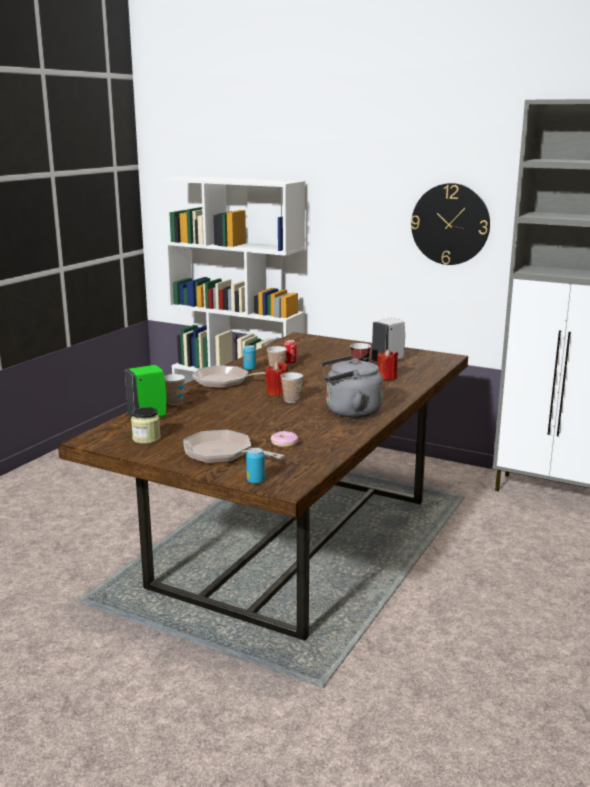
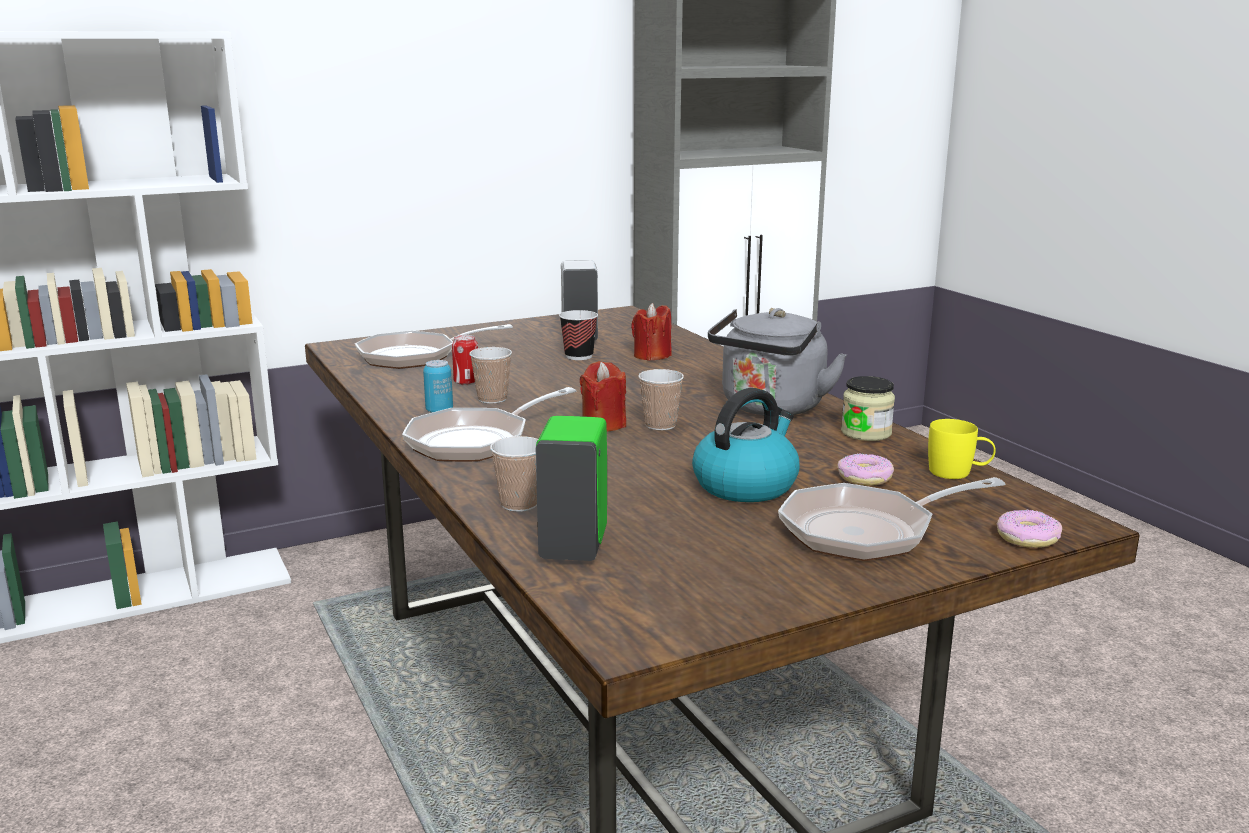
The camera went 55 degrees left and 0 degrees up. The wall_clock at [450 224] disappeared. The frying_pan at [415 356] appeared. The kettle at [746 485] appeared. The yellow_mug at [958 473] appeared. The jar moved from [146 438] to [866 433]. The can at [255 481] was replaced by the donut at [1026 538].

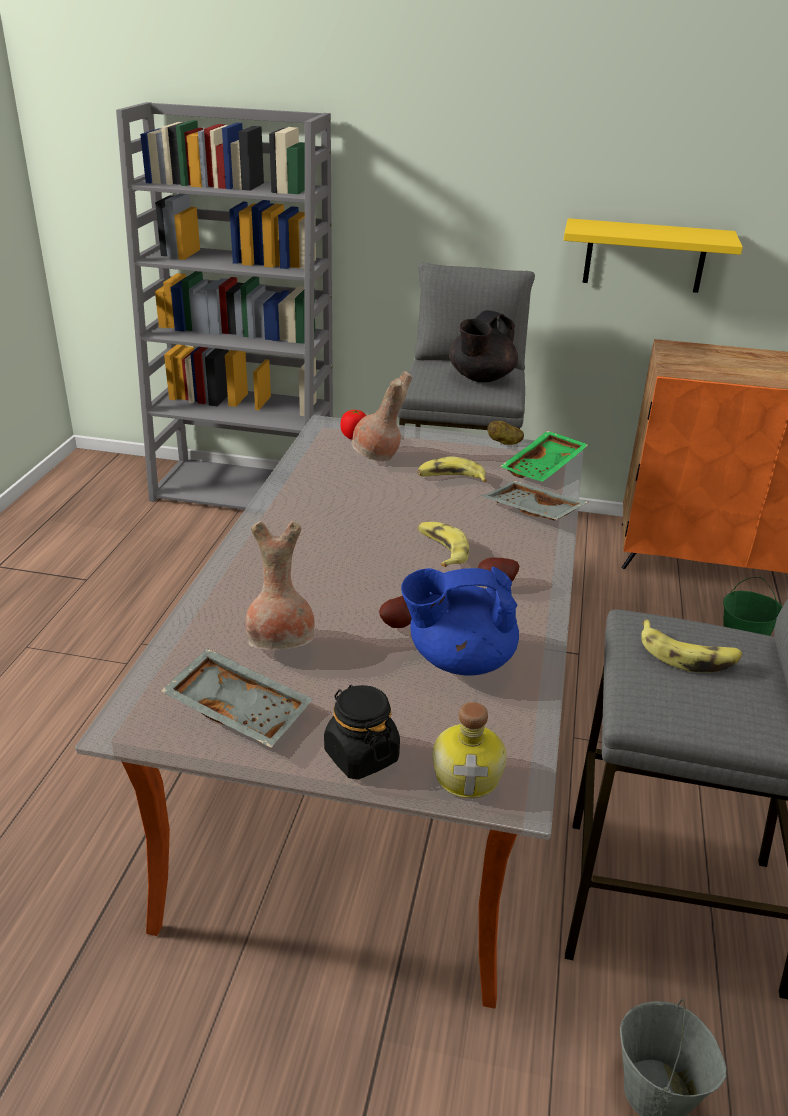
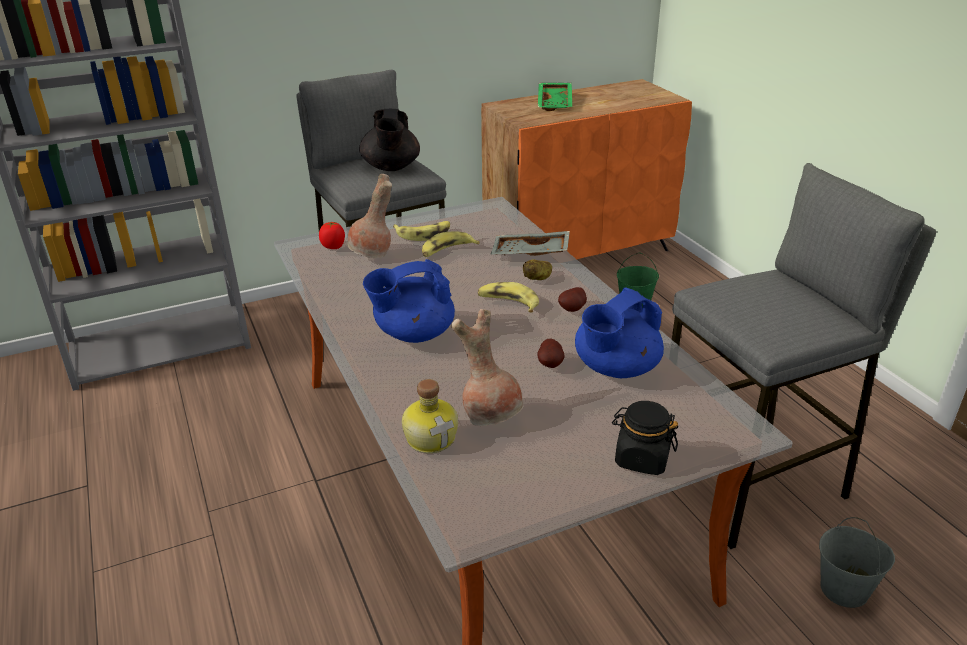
The camera went 35 degrees left and 0 degrees up. The grey_tray at [240 708] disappeared. The yellow_shelf at [645 256] disappeared. The blue_teapot at [413 334] appeared. The bottle moved from [469 775] to [431 437]. The potato moved from [504 442] to [538 278]. The green_tray moved from [545 467] to [556 103]. The banana moved from [688 655] to [424 234].

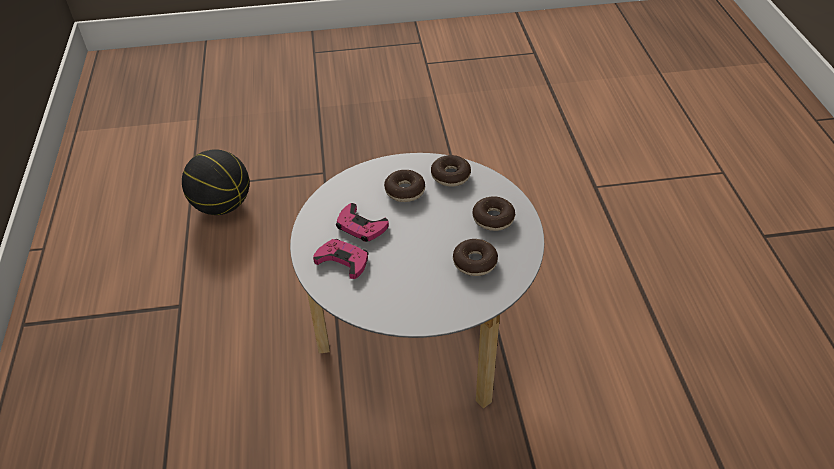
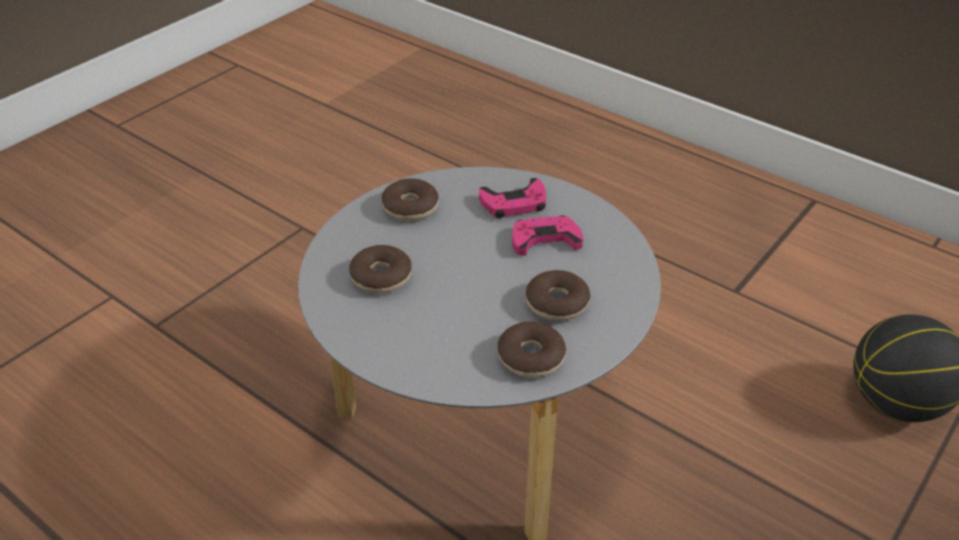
The camera went 135 degrees right and 5 degrees down. The donut moved from [493 218] to [410 207].

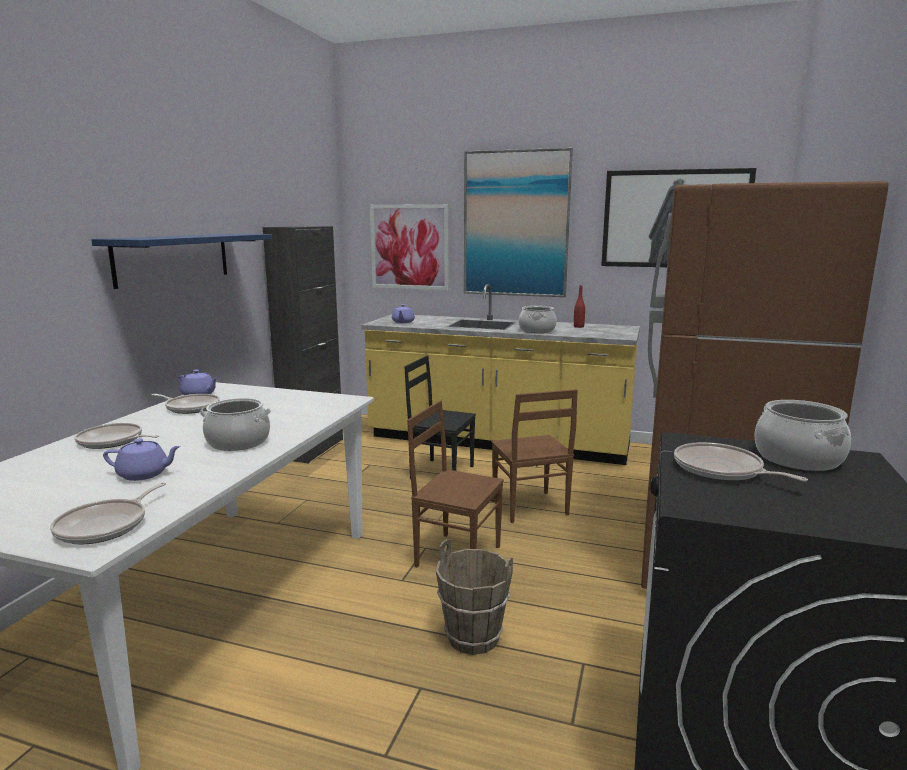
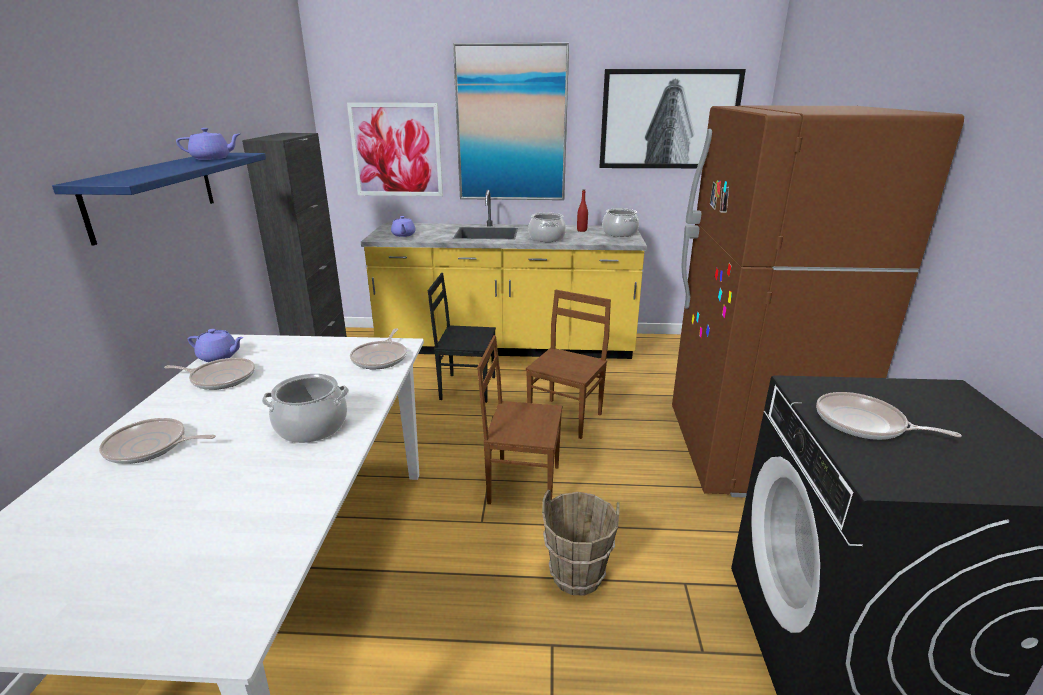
The camera went 15 degrees left and 10 degrees up. The frying_pan moved from [106 526] to [381 358]. The purple_teapot moved from [144 474] to [212 158]. The cooking_pot moved from [798 458] to [620 233]. The brown_chair at [529 507] turned 120 degrees counterclockwise.

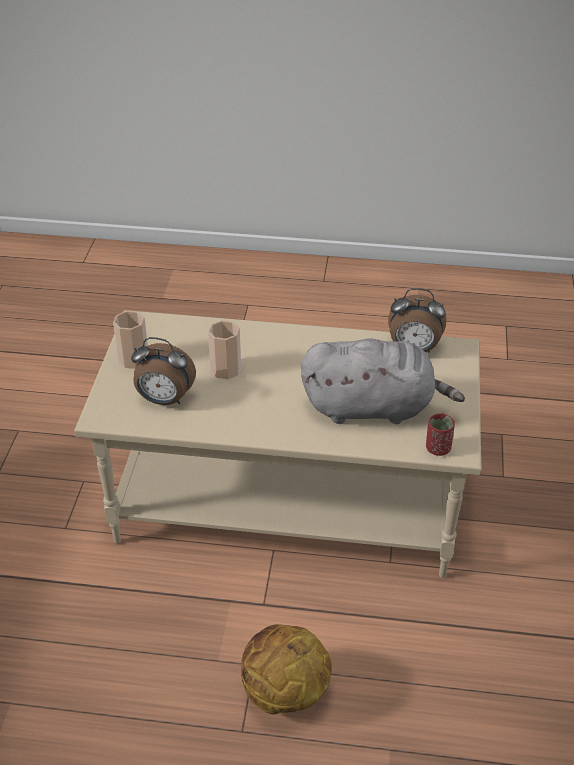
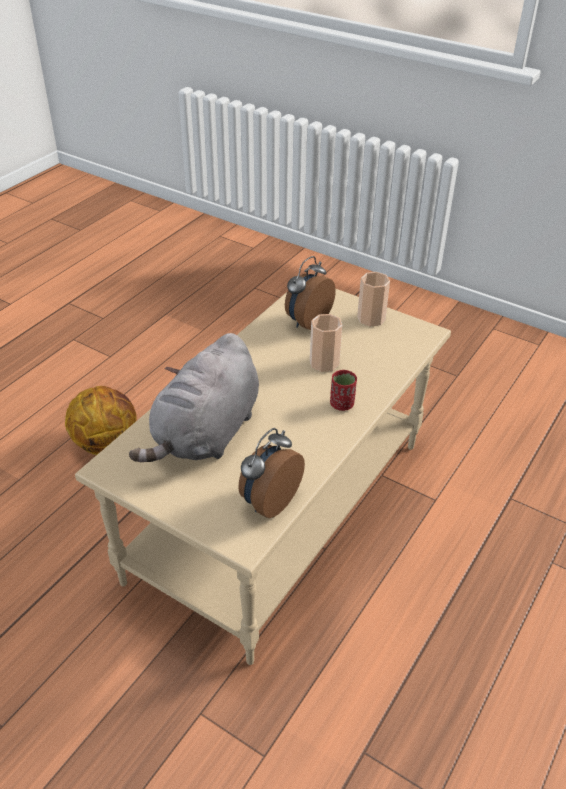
The camera went 115 degrees right and 0 degrees up. The red_cup moved from [438 448] to [342 404].

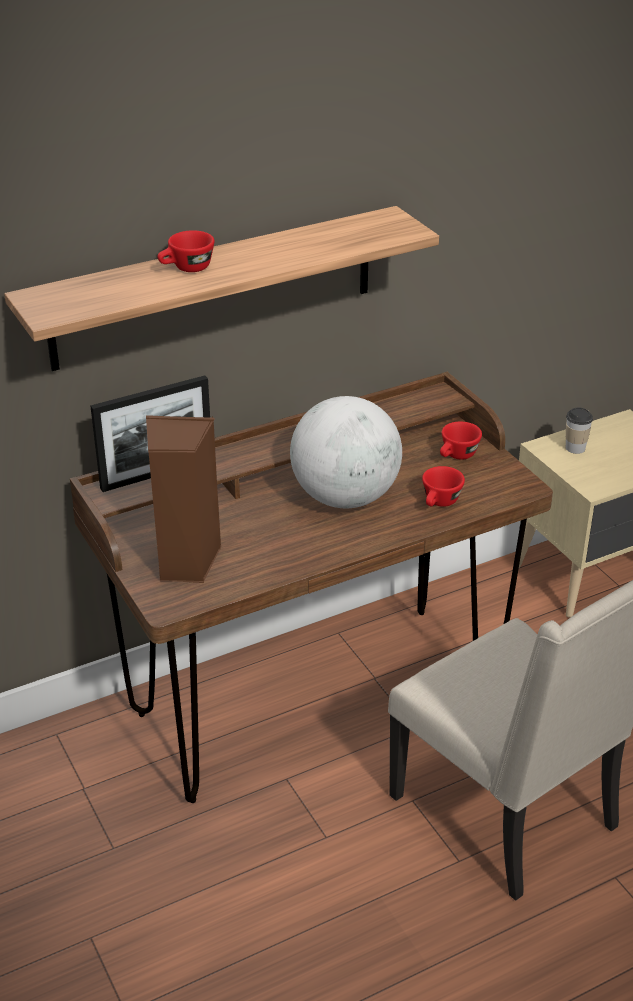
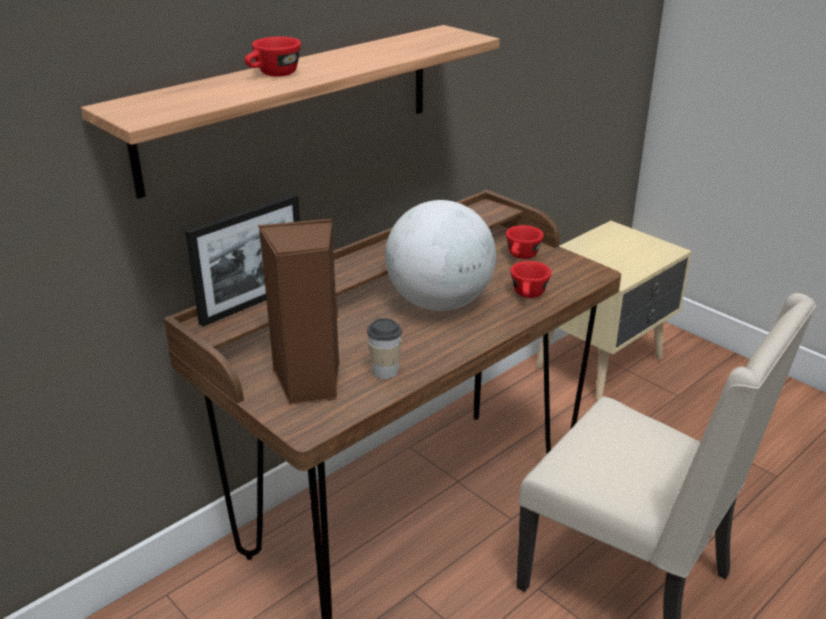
The camera went 15 degrees left and 5 degrees down. The cup moved from [575 448] to [385 371].

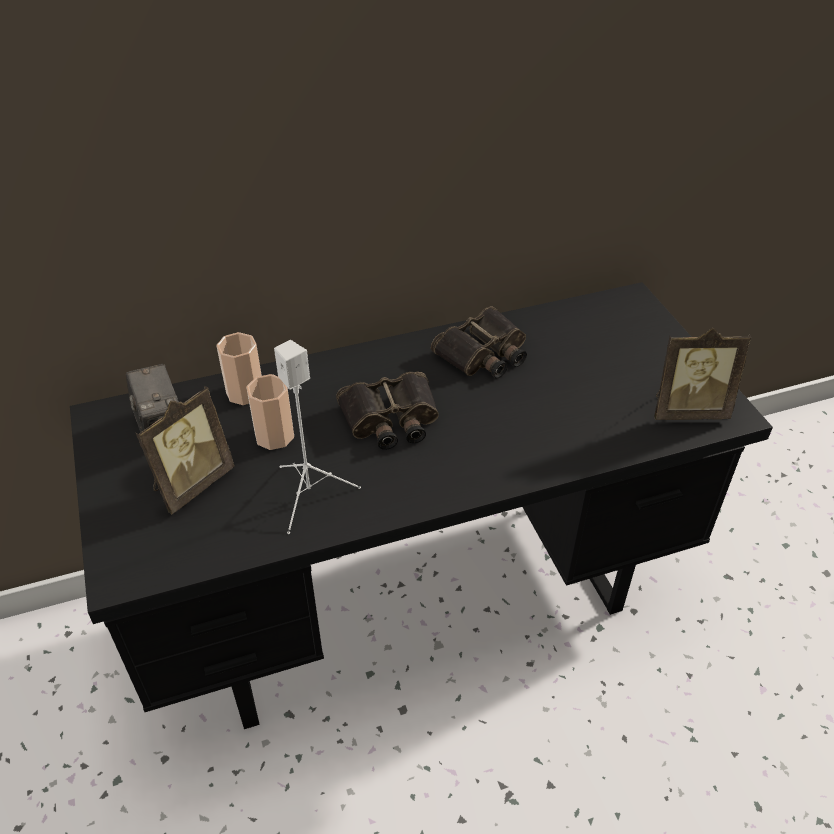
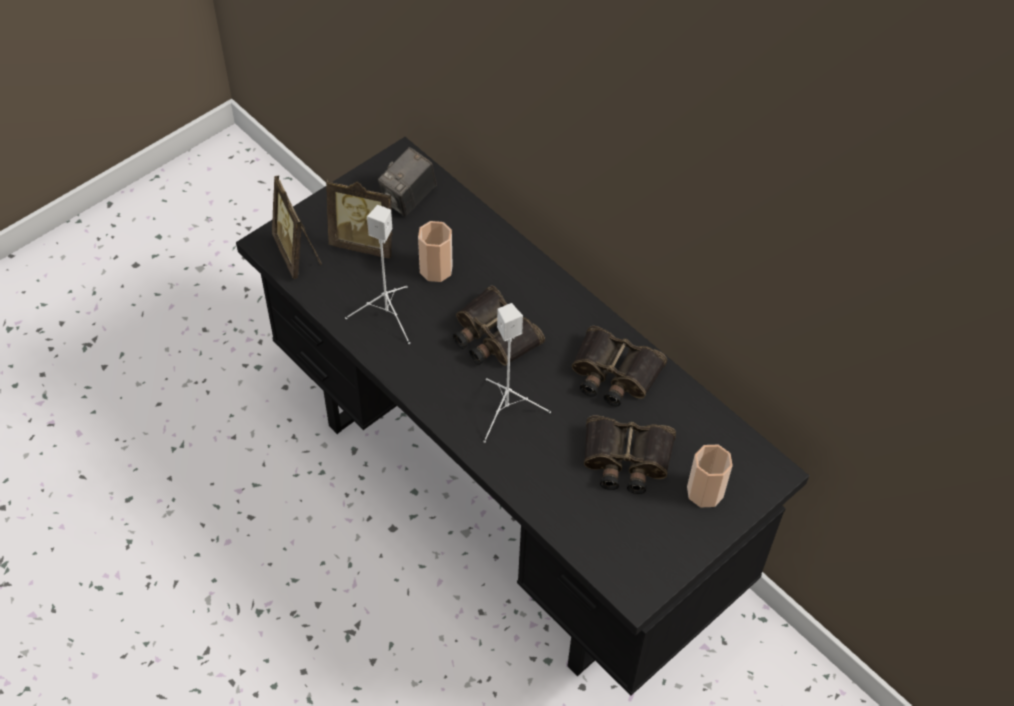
The camera went 65 degrees right and 10 degrees up. The white_speaker at [508 410] appeared. The binoculars at [625 460] appeared. The cup moved from [245 392] to [705 492]. The picture_frame moved from [687 410] to [298 254].

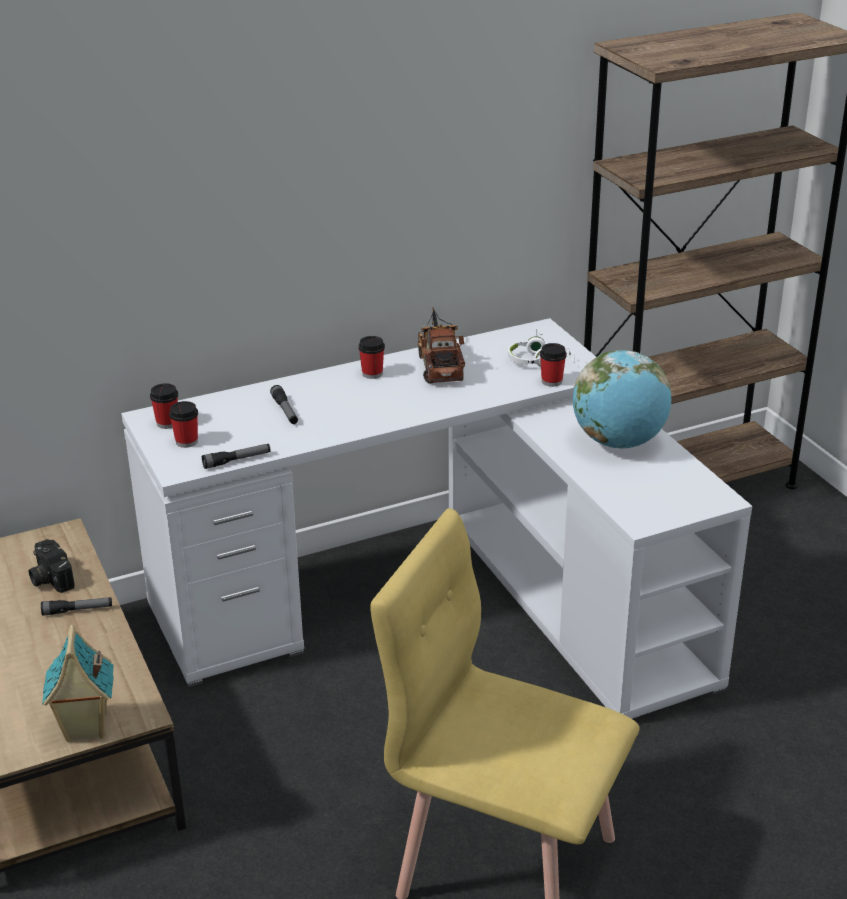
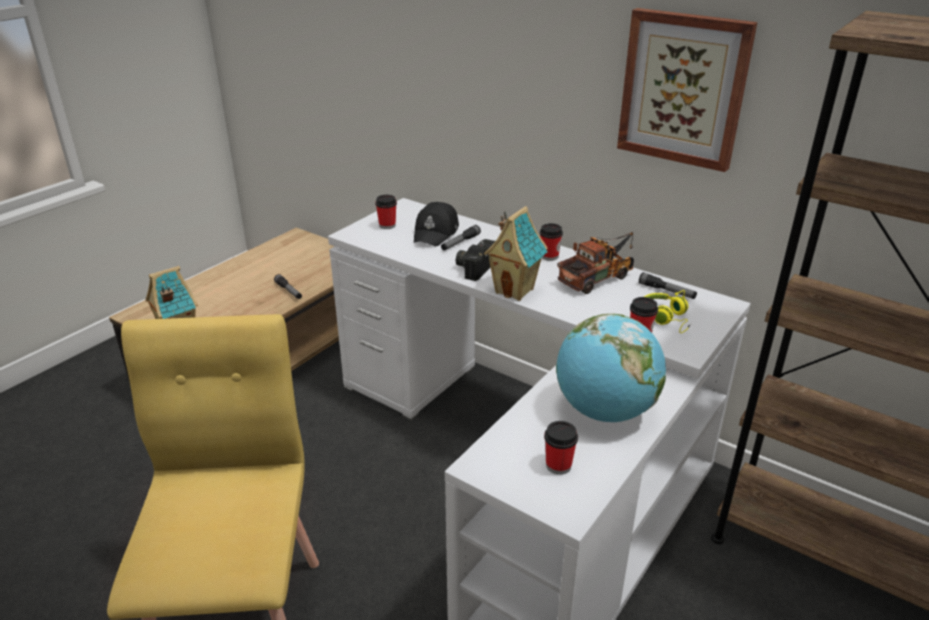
The camera went 60 degrees right and 0 degrees up. The black_cap at [436 232] appeared. The toy_house at [515 290] appeared. The picture at [683 89] appeared. The photo_camera moved from [49 578] to [475 267]. The cup moved from [167 423] to [558 465]. The flashlight moved from [237 460] to [667 291]. The white_headphones at [538 360] became the yellow_headphones at [666 318].

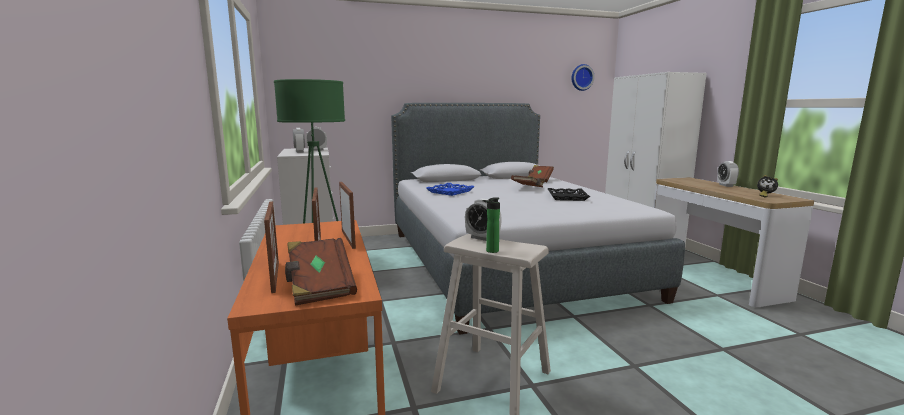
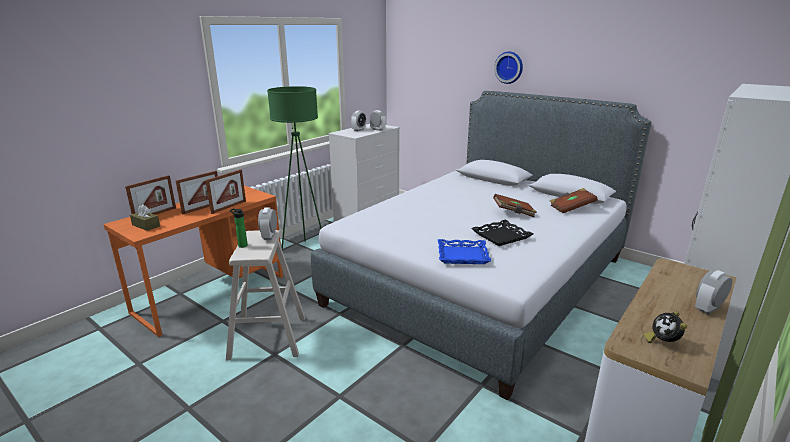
The camera went 55 degrees right and 10 degrees up. The blue_tray moved from [450 192] to [462 256]. The wall_clock moved from [581 77] to [509 67]. The brown_book at [319 286] was replaced by the brown_tissue_box at [146 225].

